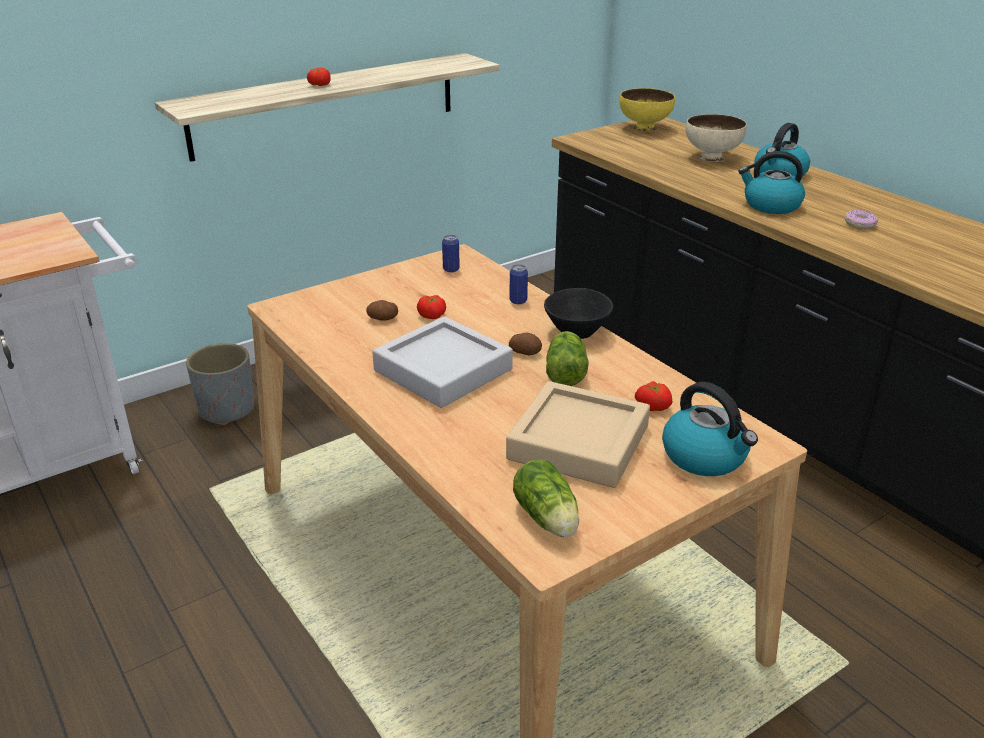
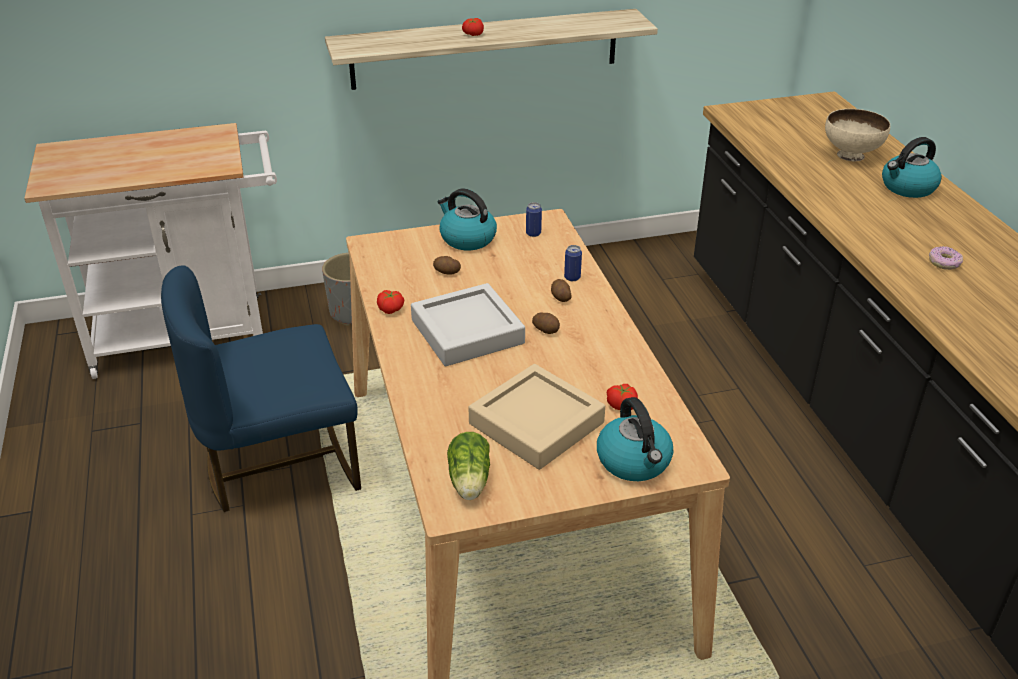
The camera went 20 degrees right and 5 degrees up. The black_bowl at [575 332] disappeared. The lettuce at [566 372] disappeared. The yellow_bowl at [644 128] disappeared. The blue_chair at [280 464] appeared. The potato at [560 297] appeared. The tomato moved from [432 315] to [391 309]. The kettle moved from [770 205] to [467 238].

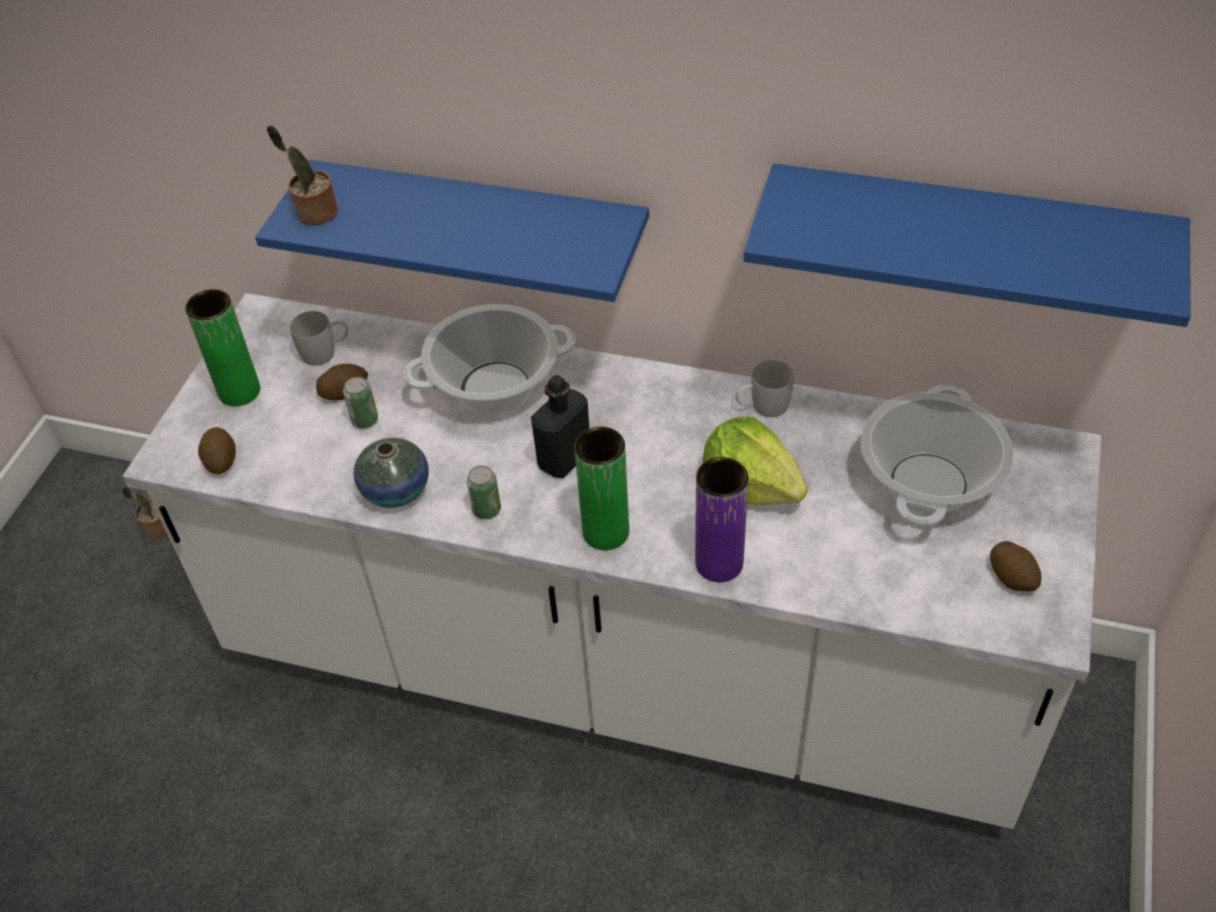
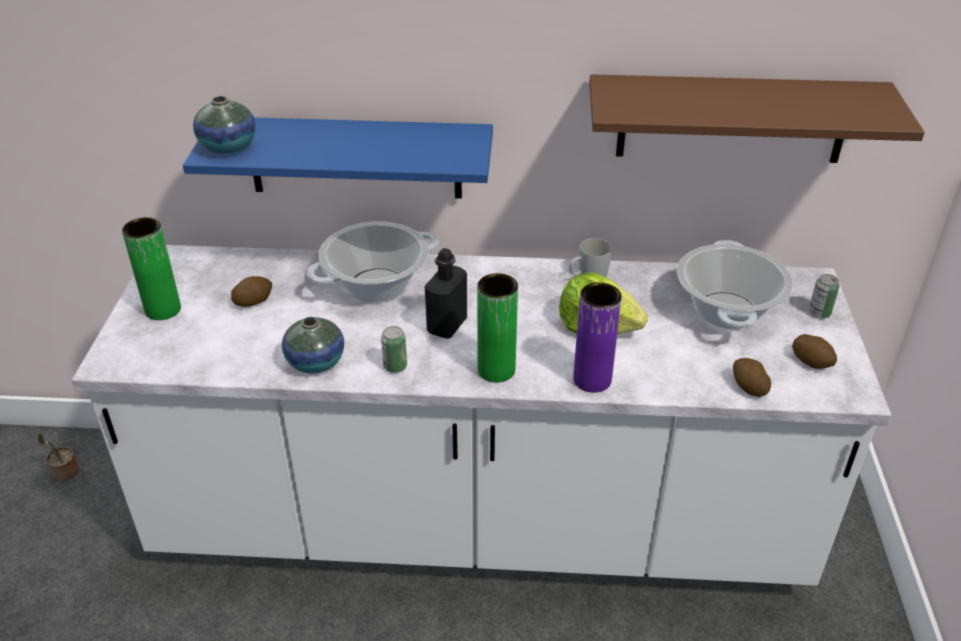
The camera went 15 degrees left and 10 degrees down. The white_mug at [325 352] disappeared. The potato moved from [220 460] to [748 387]. The can moved from [365 420] to [819 313]. The potted_plant at [314 213] was replaced by the vase at [228 147]. The blue_shelf at [964 237] became the brown_shelf at [732 119].

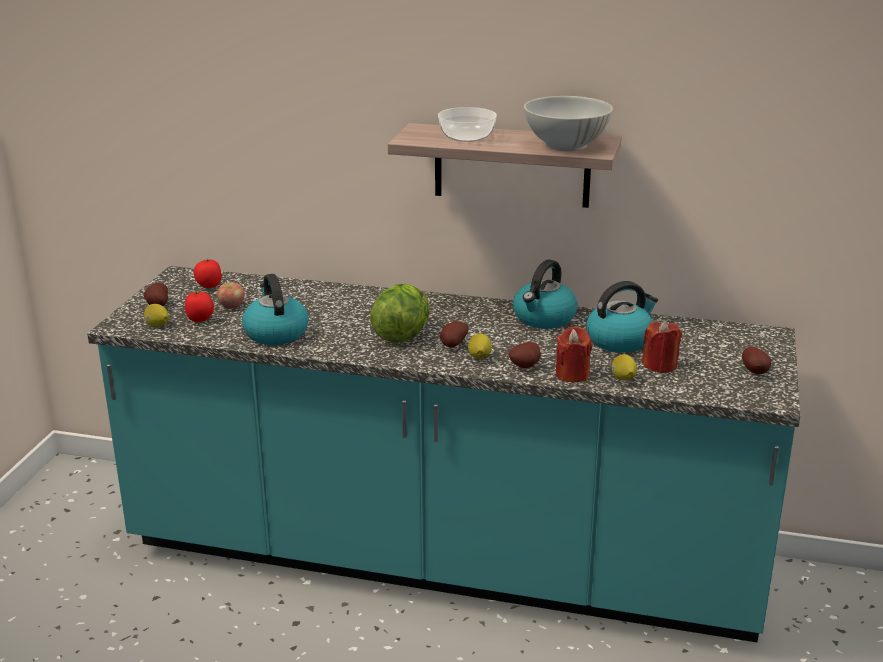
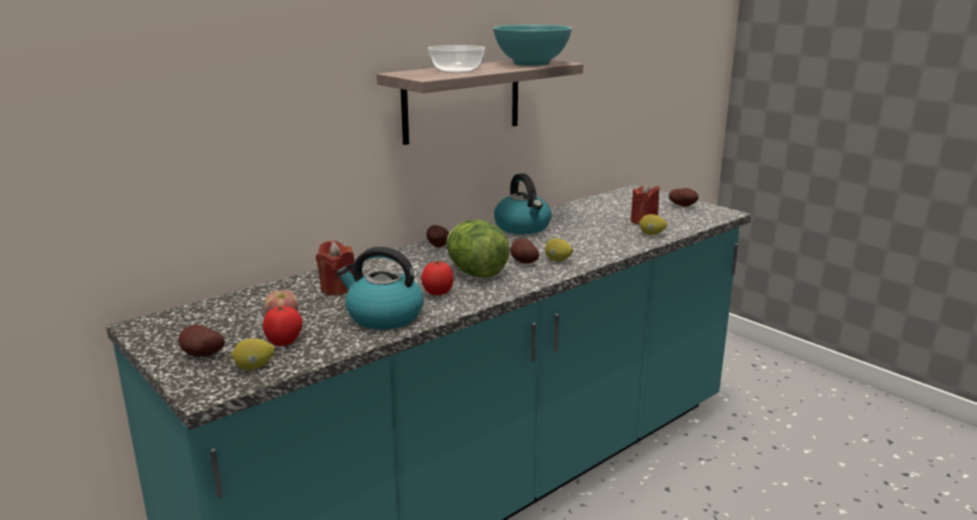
The camera went 55 degrees left and 5 degrees down. The kettle at [620 340] disappeared. The tomato moved from [209 286] to [437 293]. The potato moved from [526 367] to [438 246]. The red_candle moved from [572 374] to [337 288]. The white_bowl at [566 145] became the turquoise_bowl at [531 63].

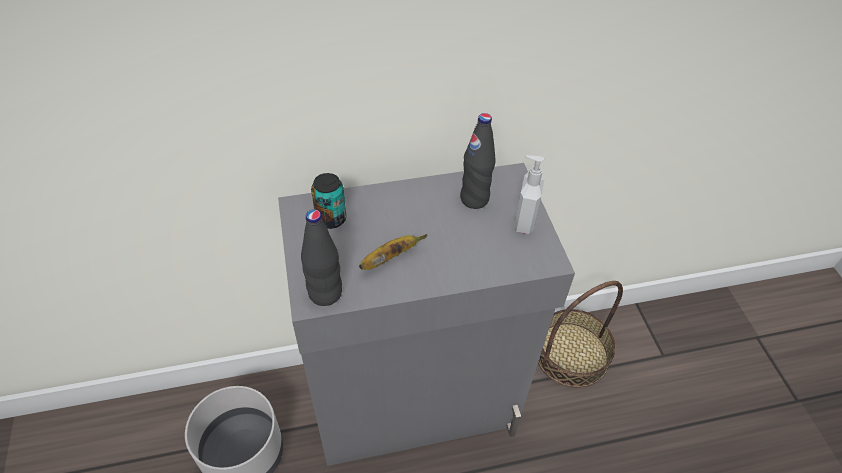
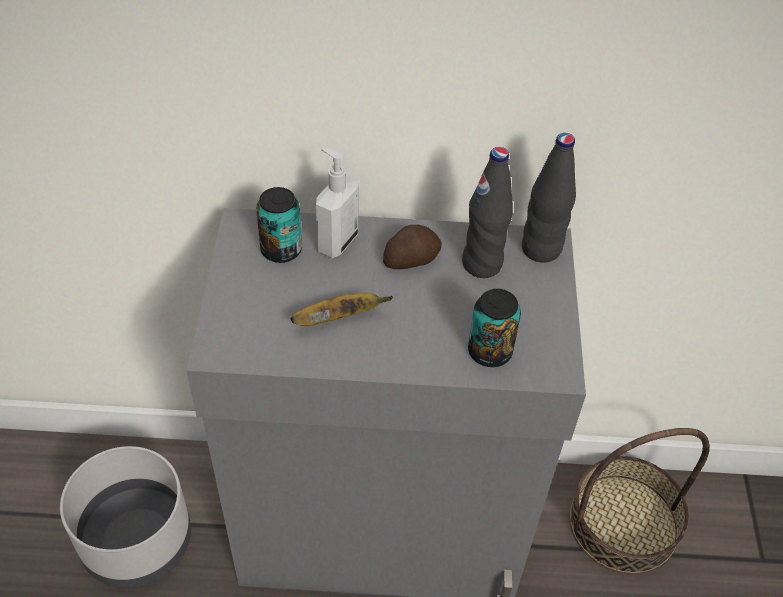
The camera went 15 degrees right and 0 degrees up. The potato at [410 259] appeared. The can at [489 351] appeared. The black_bottle moved from [325 293] to [541 249]. The soap_dispenser moved from [523 221] to [337 241].

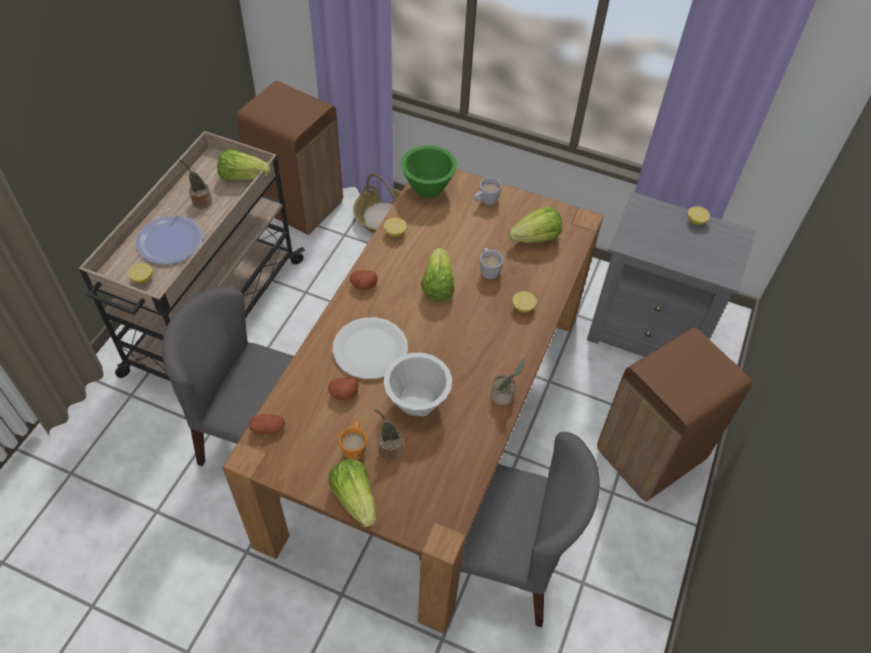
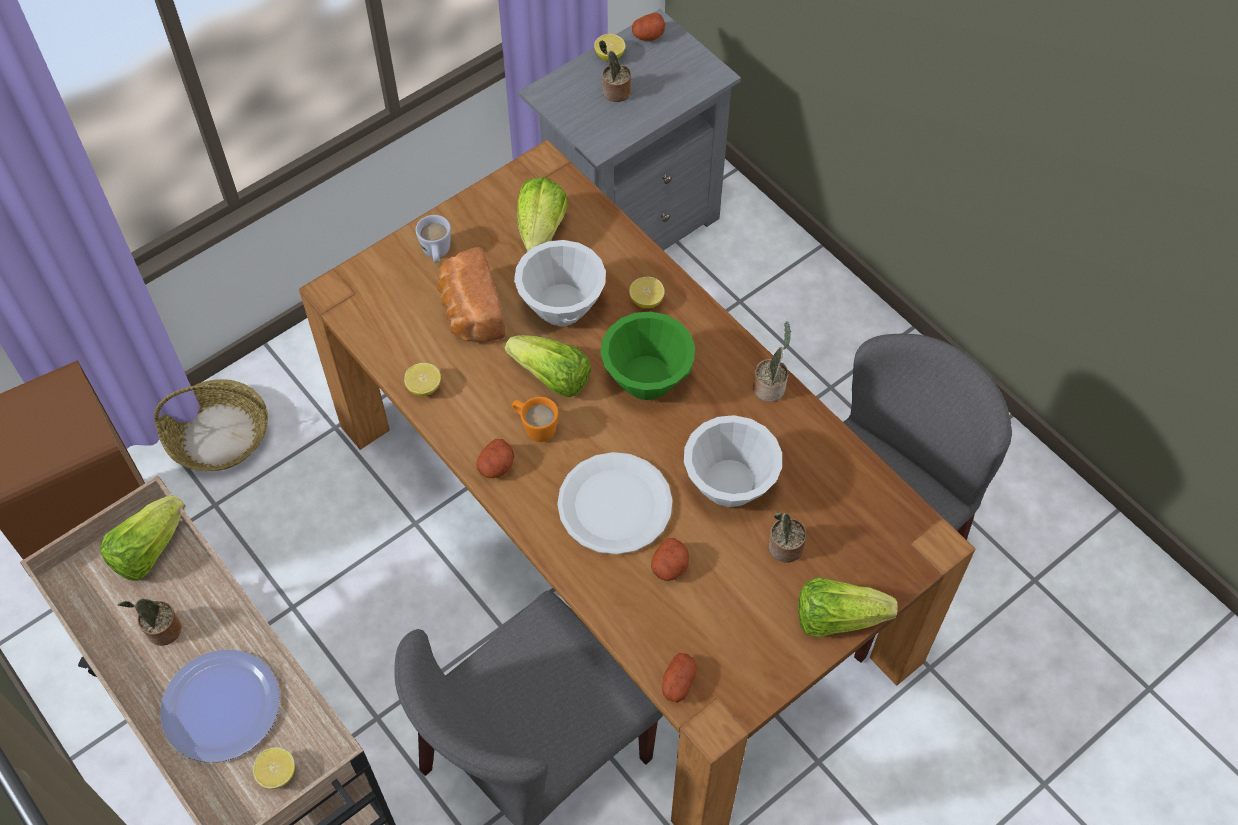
The camera went 60 degrees left and 5 degrees up. The brown_trash_can at [651 455] disappeared. The bread at [470 311] appeared. The potted_plant at [614 92] appeared. The potato at [648 35] appeared. The orange_mug moved from [355 447] to [535 427]. The green_bowl moved from [427 188] to [647 381]. The white_mug at [488 270] was replaced by the white_bowl at [561 308].

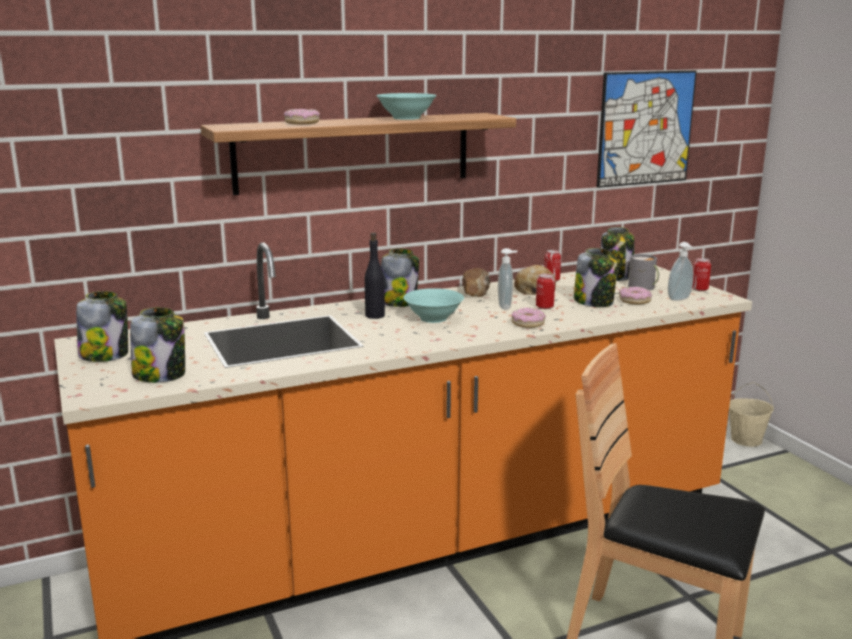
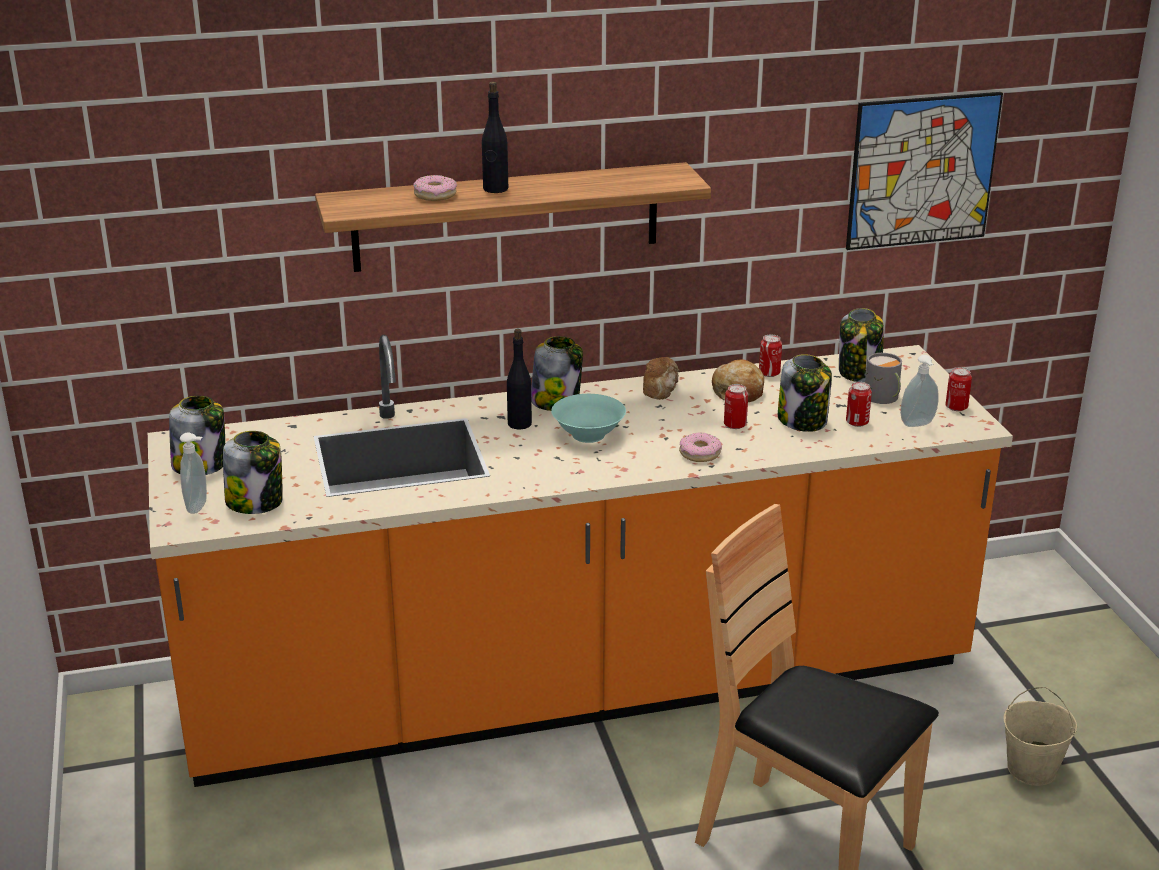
The camera went 10 degrees right and 10 degrees up. The turquoise_bowl at [407 118] disappeared. The black_bottle at [495 189] appeared. The soap_dispenser moved from [506 307] to [199 507]. The beige_bucket moved from [746 440] to [1032 769]. The donut at [634 300] was replaced by the can at [857 422].

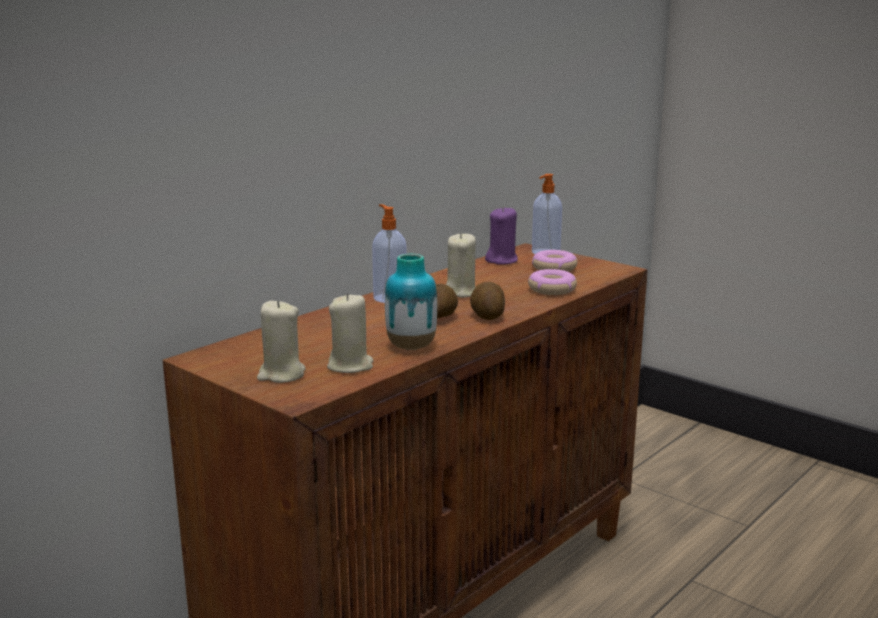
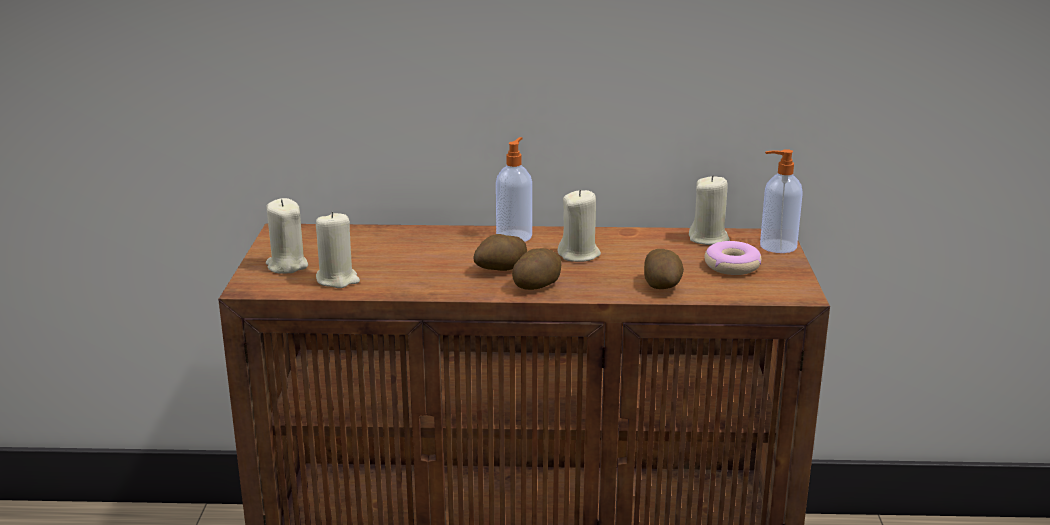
The camera went 50 degrees right and 5 degrees up. The vase at [411 346] disappeared. The donut at [551 289] was replaced by the potato at [662 285]. The purple_candle at [502 260] became the beige_candle at [708 238].

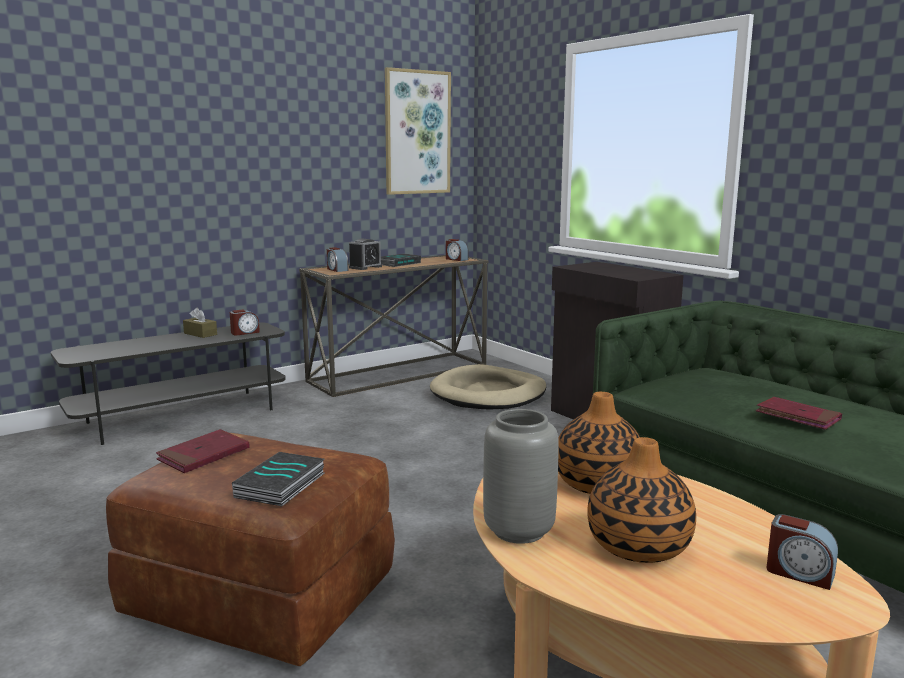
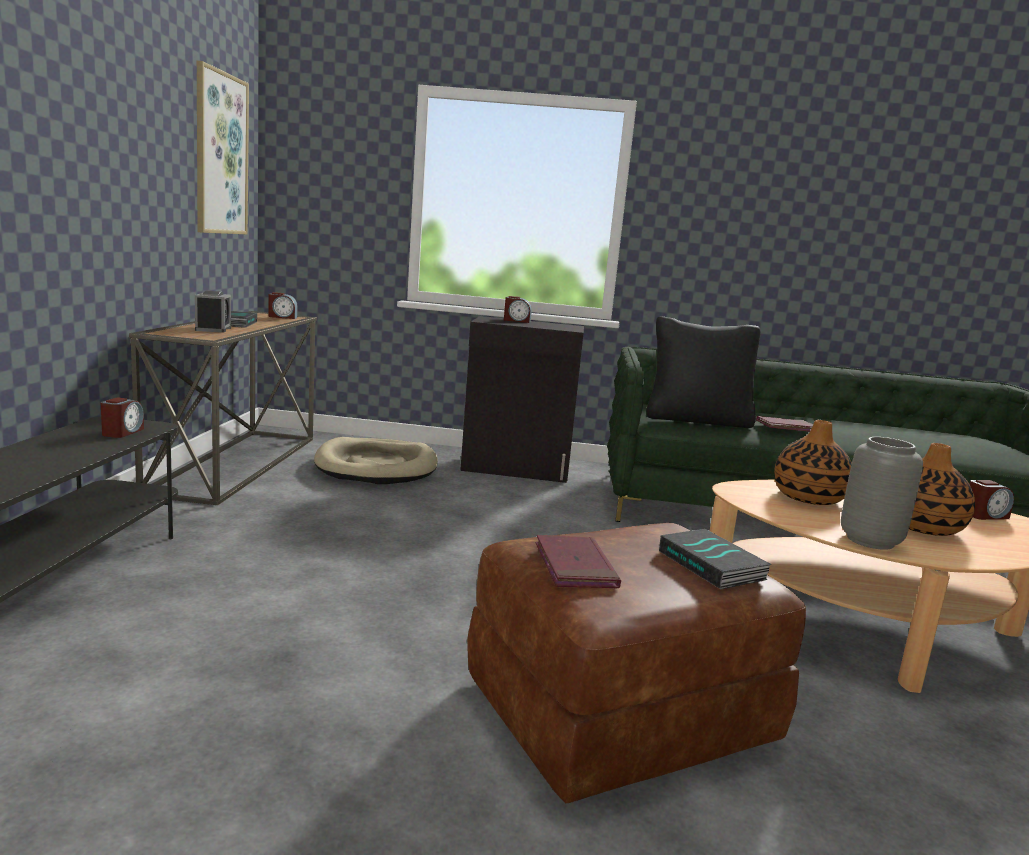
The camera went 50 degrees left and 0 degrees up. The brown_tissue_box at [200 334] disappeared. The black_pillow at [697 420] appeared. The alarm_clock moved from [337 270] to [517 321].

